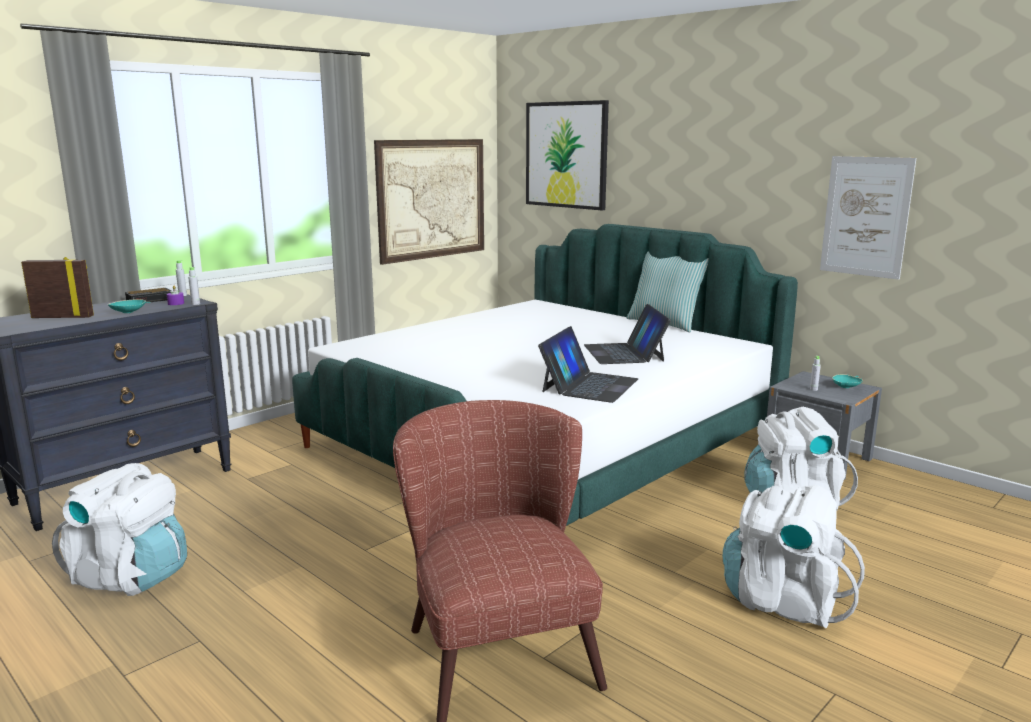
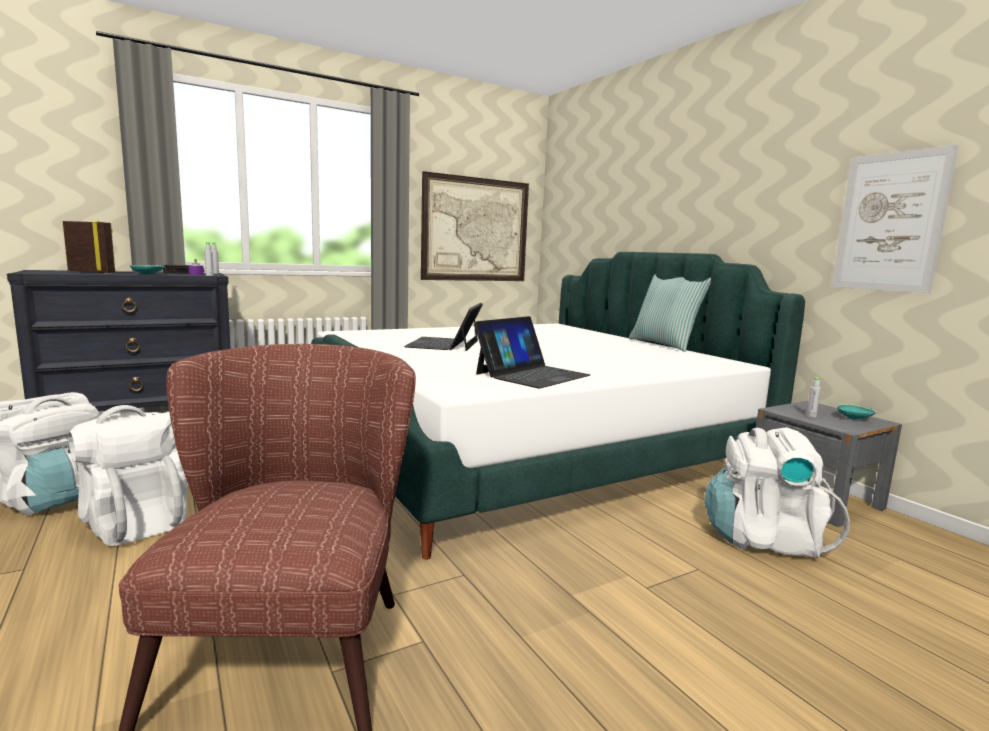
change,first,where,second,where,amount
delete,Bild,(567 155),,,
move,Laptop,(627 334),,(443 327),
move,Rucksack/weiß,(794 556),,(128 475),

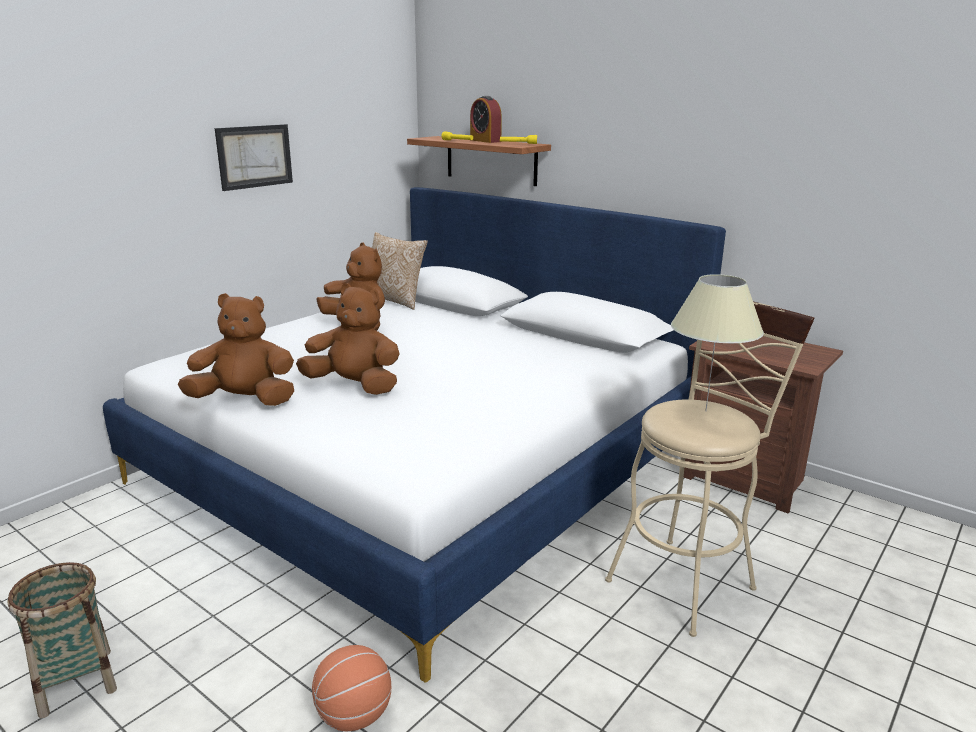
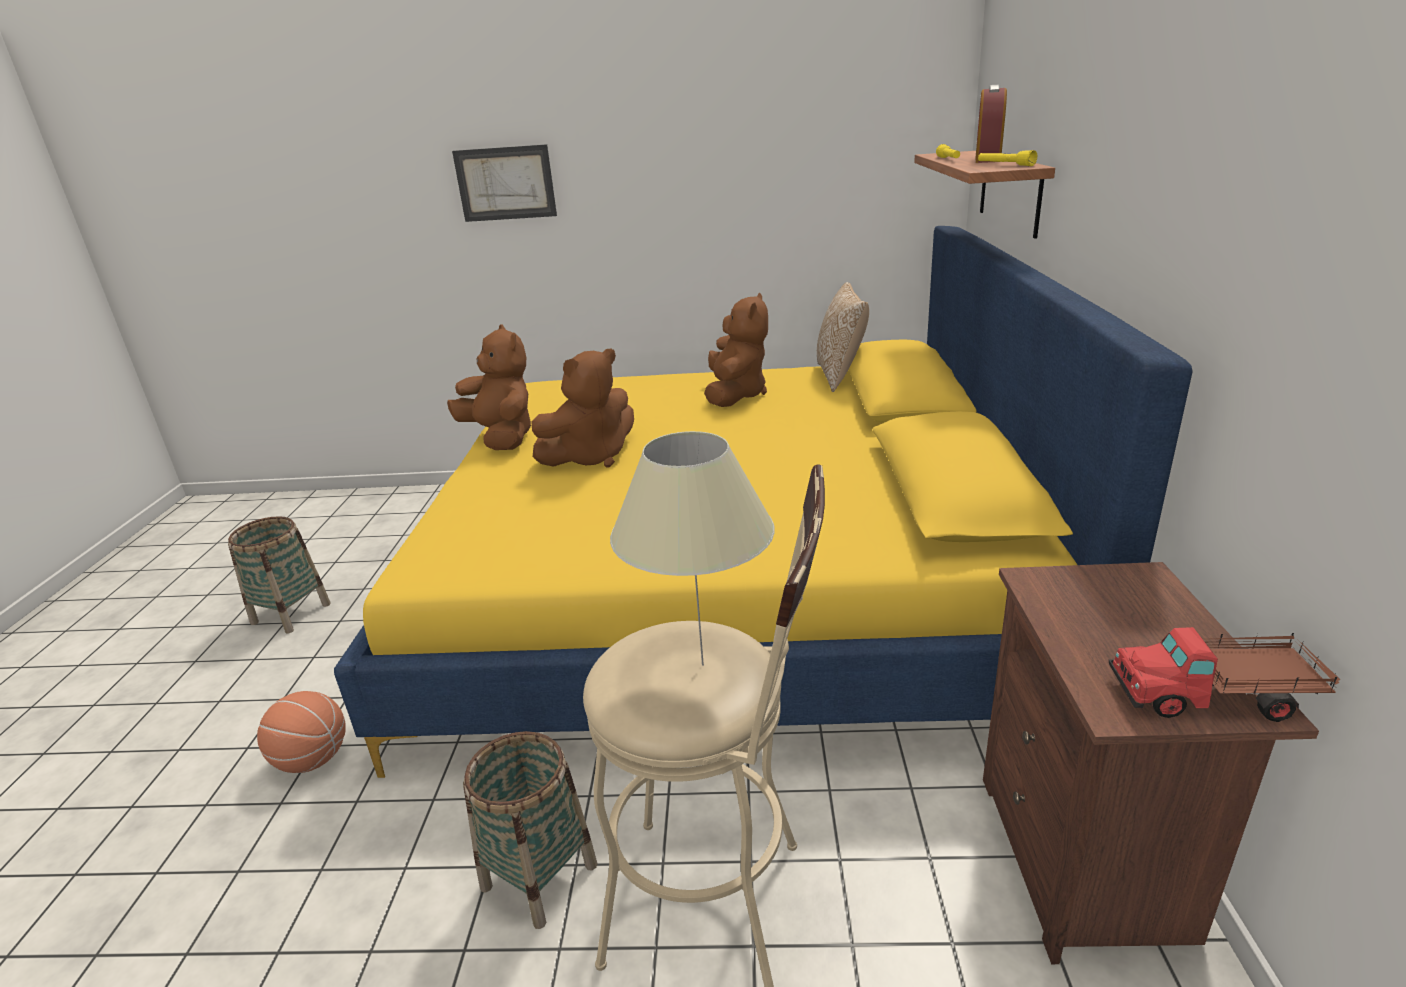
change,first,where,second,where,amount
move,Bild,(254 157),,(504 183),
recolor,Bett/weiß,(414 435),Bett/gelb,(763 502),
rotate,Plüschtier/braun,(348 339),,(582 408),75 degrees clockwise
insert,,,Spielzeuglaster,(1224 674),
insert,,,Korb,(530 830),

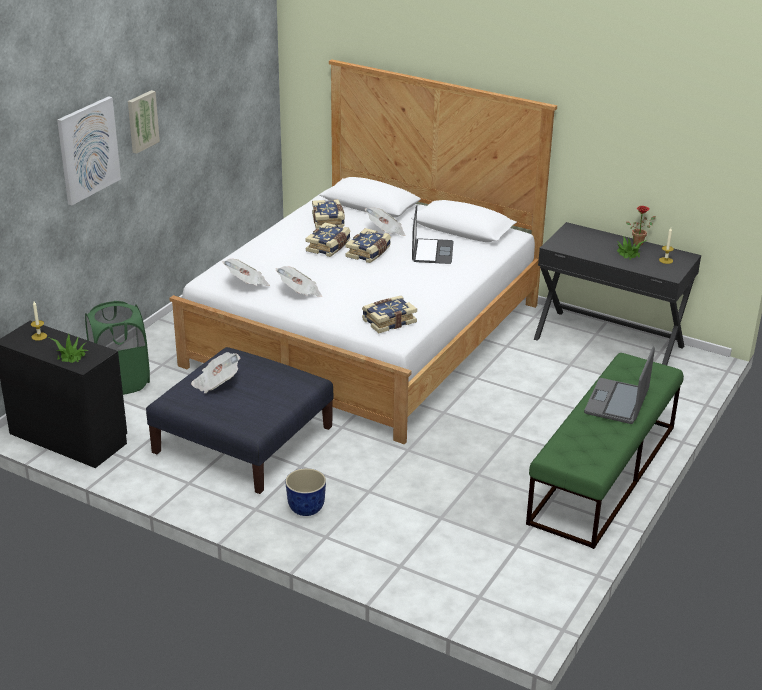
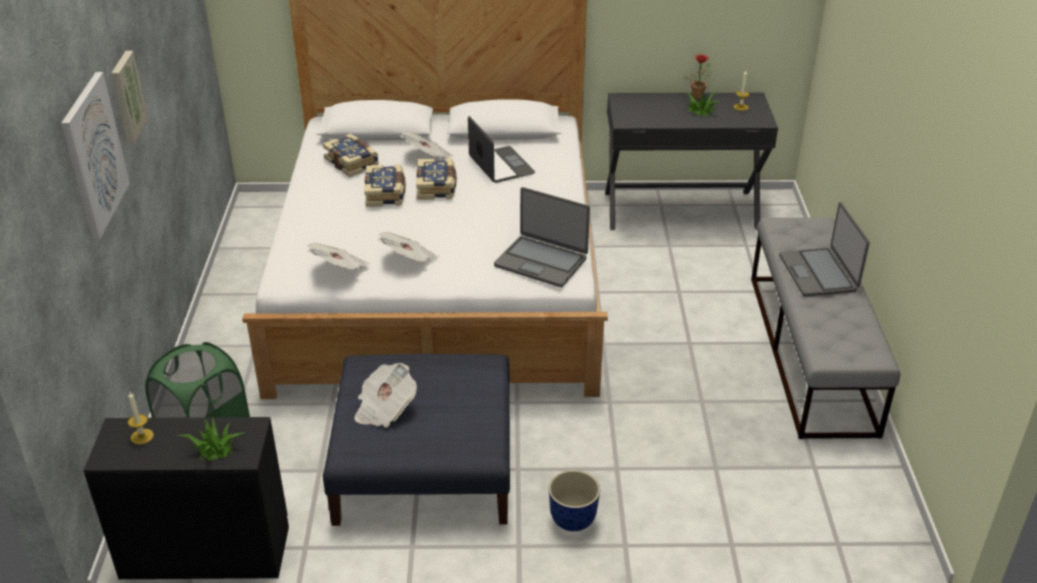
change,first,where,second,where,amount
replace,Buch,(389 314),Laptop,(542 237),
recolor,Bank/grün,(605 451),Bank/grau,(825 328),

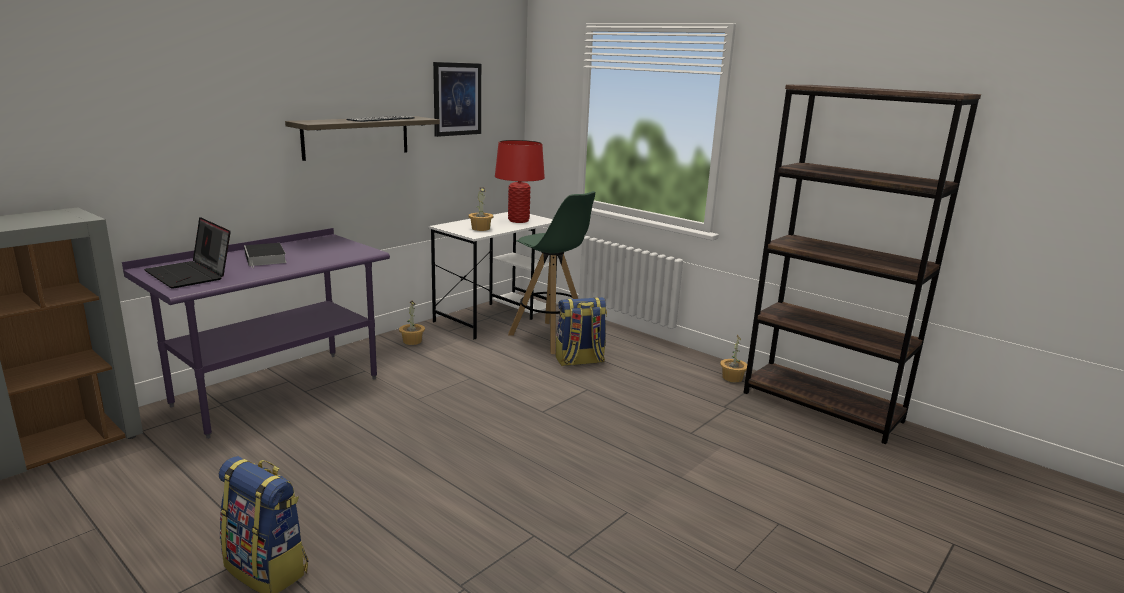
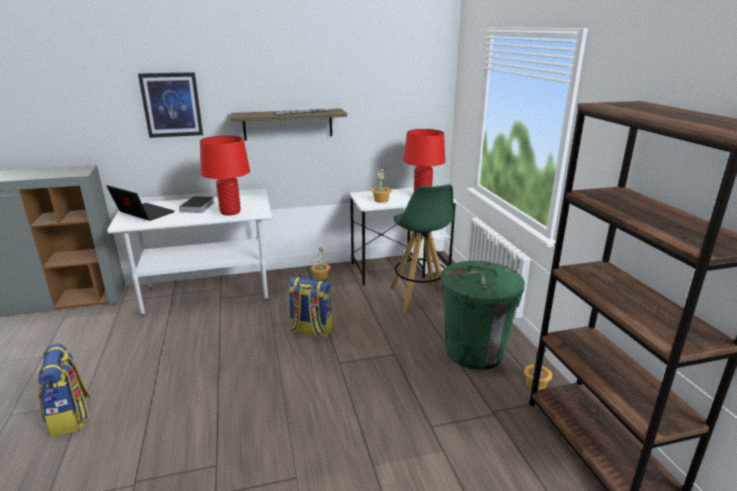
change,first,where,second,where,amount
move,Bild,(457 99),,(170 105),
rotate,Laptop,(187 253),,(141 203),135 degrees clockwise
recolor,Schreibtisch/lila,(256 333),Schreibtisch/weiß,(189 252),
move,Rucksack,(581 331),,(310 307),
insert,,,Tischlampe/rot,(225 175),
insert,,,Mülleimer/grün,(482 315),

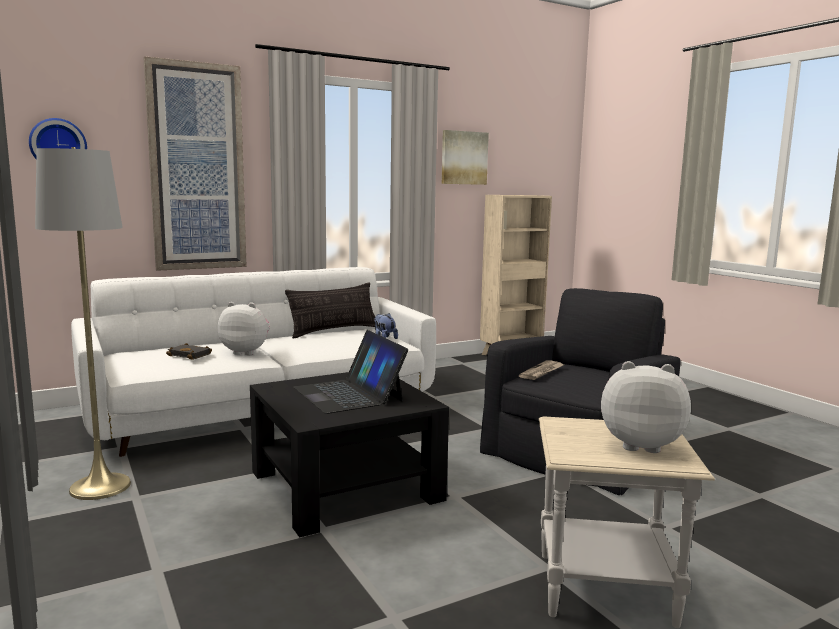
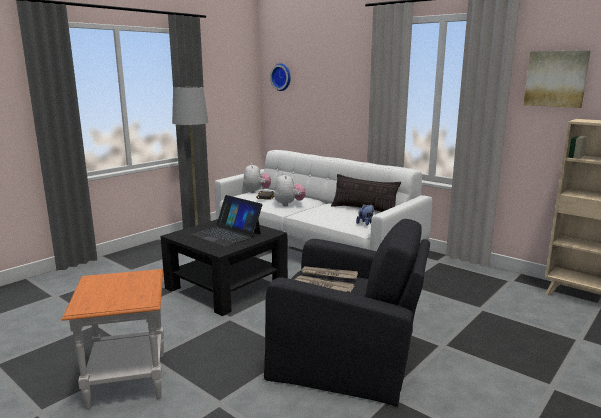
change,first,where,second,where,amount
delete,Bild,(195 163),,,
rotate,Laptop,(351 372),,(225 221),90 degrees counterclockwise
move,Plüschtier,(646 407),,(257 178),
recolor,Beistelltisch/beige,(627 522),Beistelltisch/orange,(113 339),
insert,,,Zeitung,(324 283),

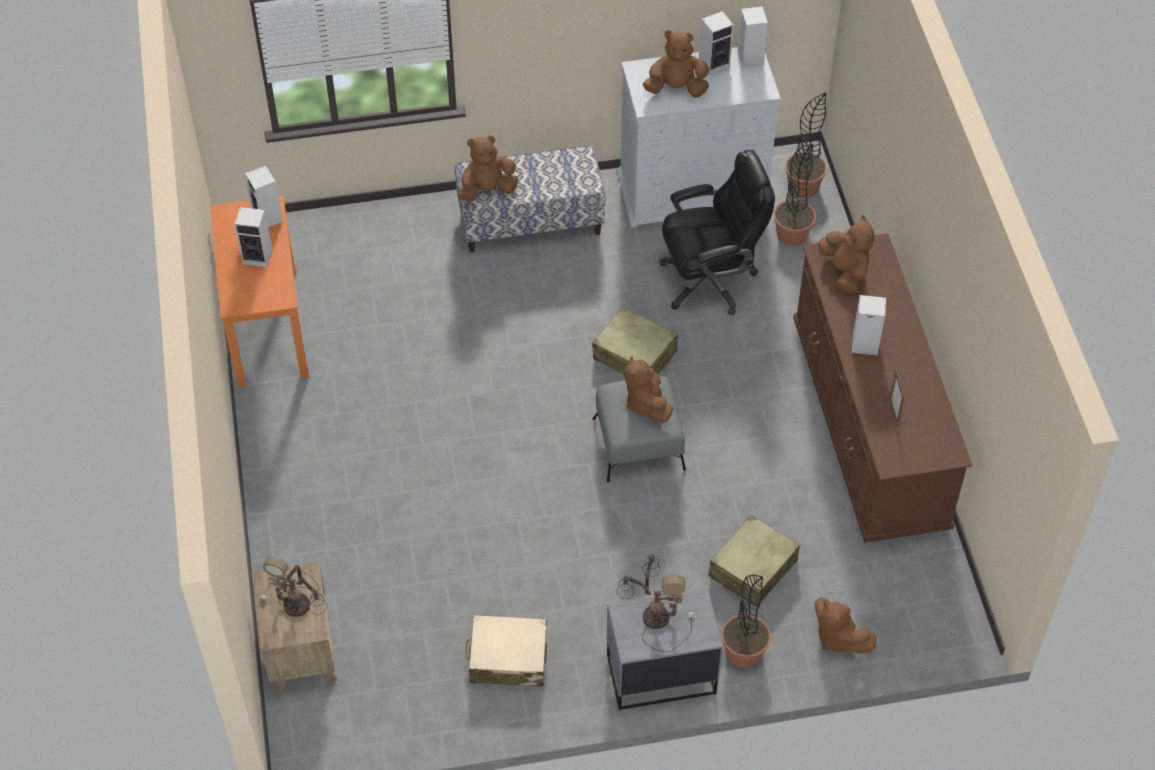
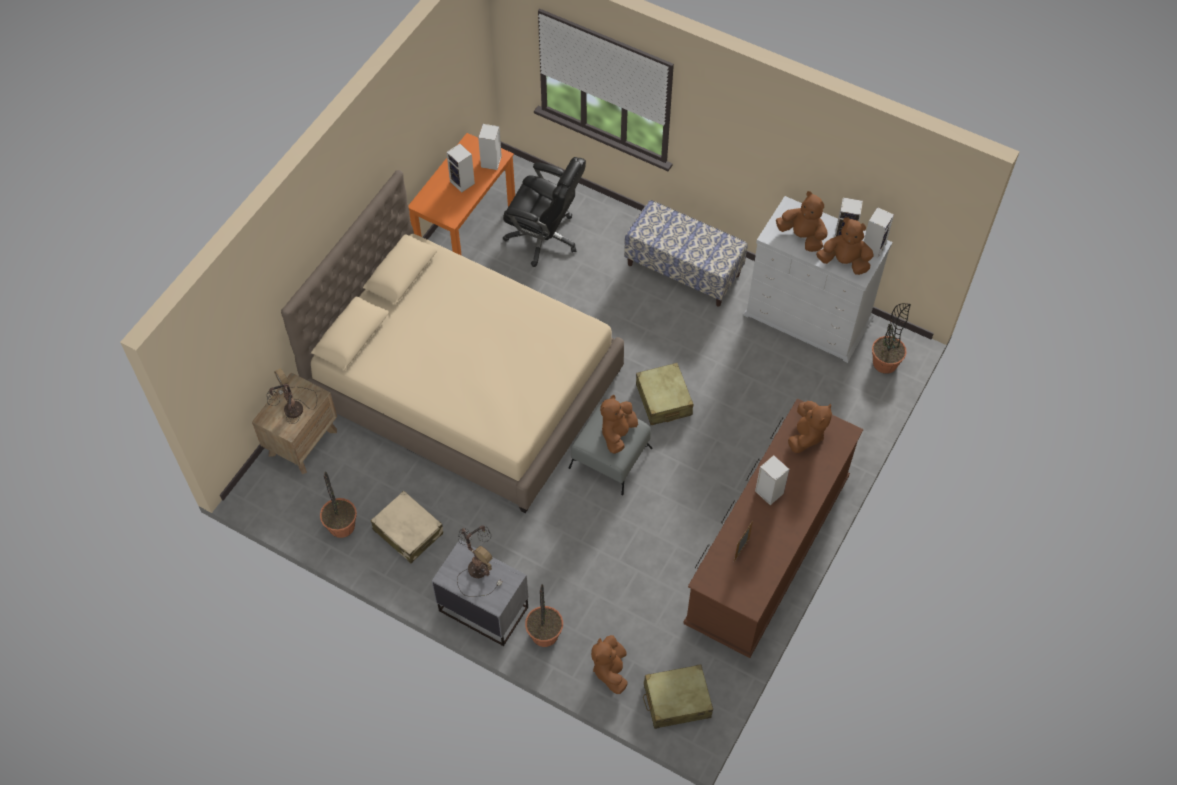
change,first,where,second,where,amount
move,Plüschtier/braun,(488 168),,(845 246),
move,Topfpflanze,(795 195),,(338 505),
move,Bürostuhl/schwarz,(717 232),,(544 212),
move,Koffer/beige,(754 561),,(678 696),
insert,,,Bett/beige,(452 341),

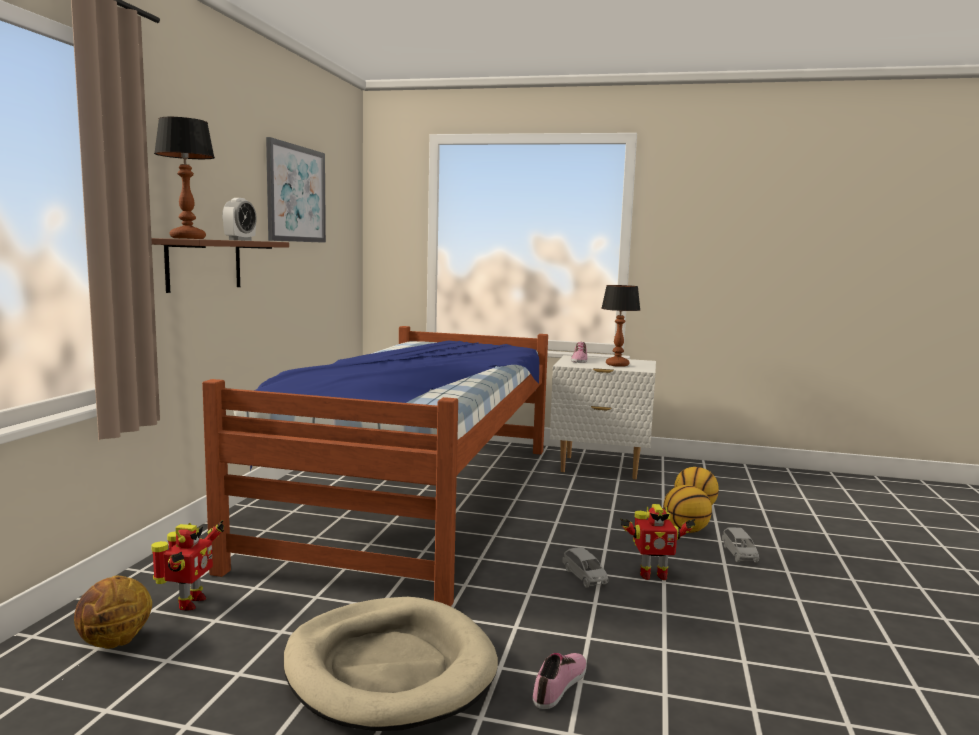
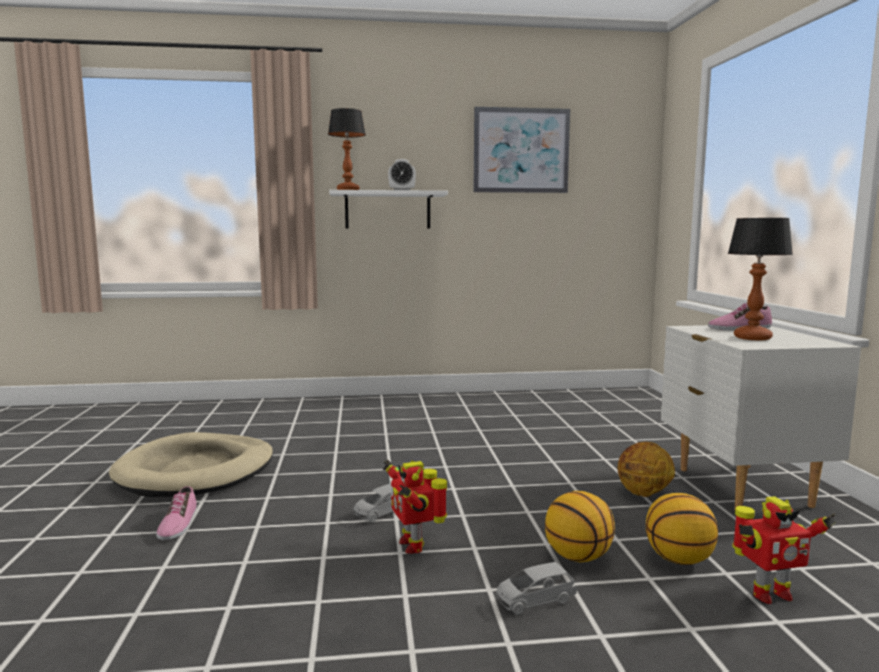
change,first,where,second,where,amount
recolor,Wandregal/braun,(220 265),Wandregal/weiß,(388 209),
delete,Bett,(375 466),,,
move,Spielzeugroboter,(187 565),,(784 550),
move,Basketball,(113 612),,(646 469),
rotate,Schuh,(560 681),,(176 513),75 degrees clockwise

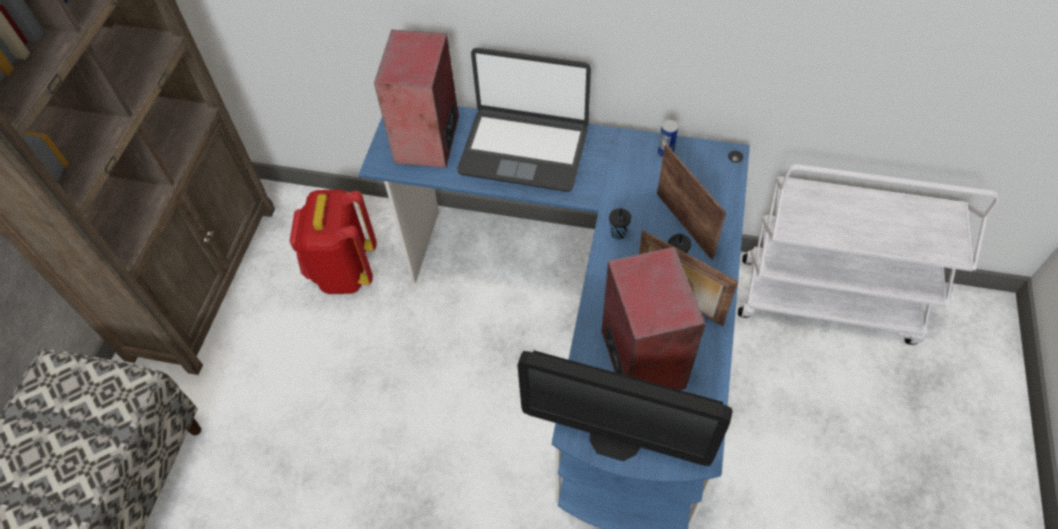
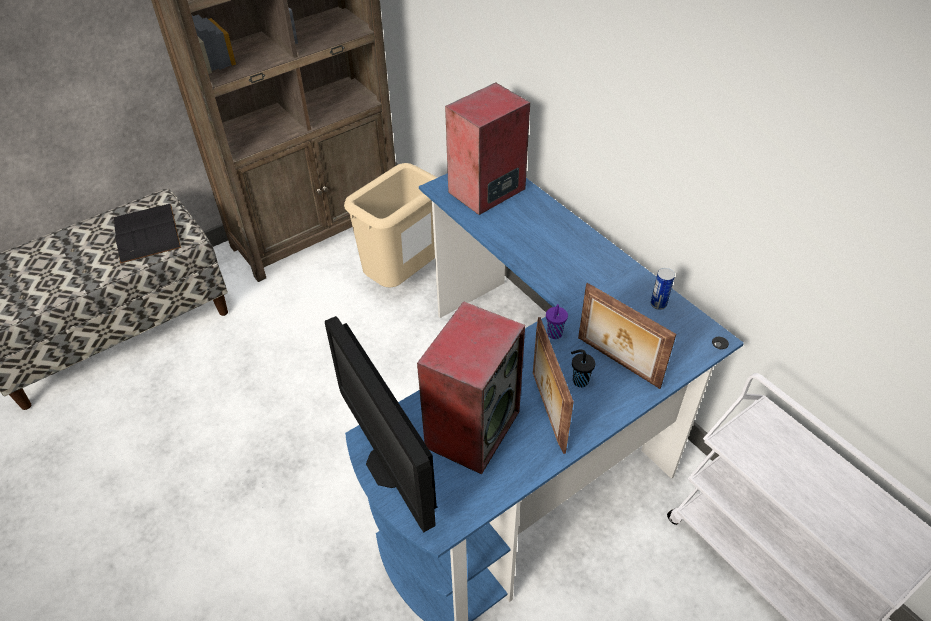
change,first,where,second,where,amount
delete,Laptop,(524 120),,,
rotate,Bilderrahmen,(691 202),,(627 336),120 degrees clockwise
replace,Rucksack/rot,(333 242),Mülleimer/beige,(391 225),
recolor,Tasse/schwarz,(620 224),Tasse/lila,(557 321),
insert,,,Buch/schwarz,(147 234),

